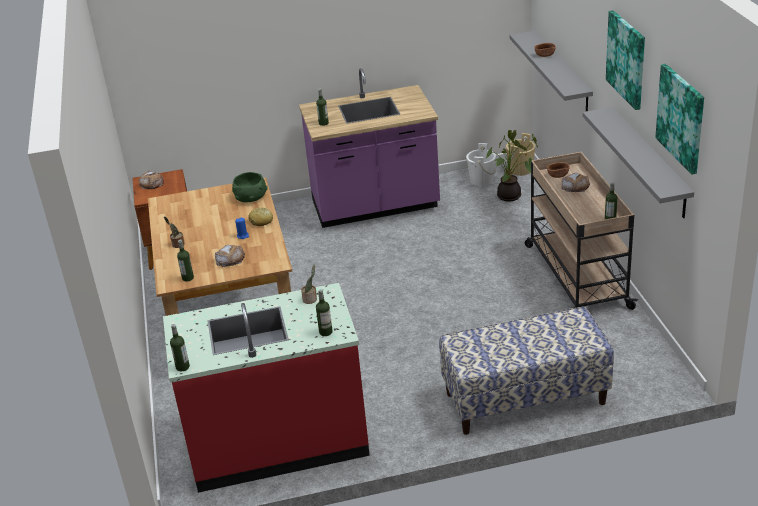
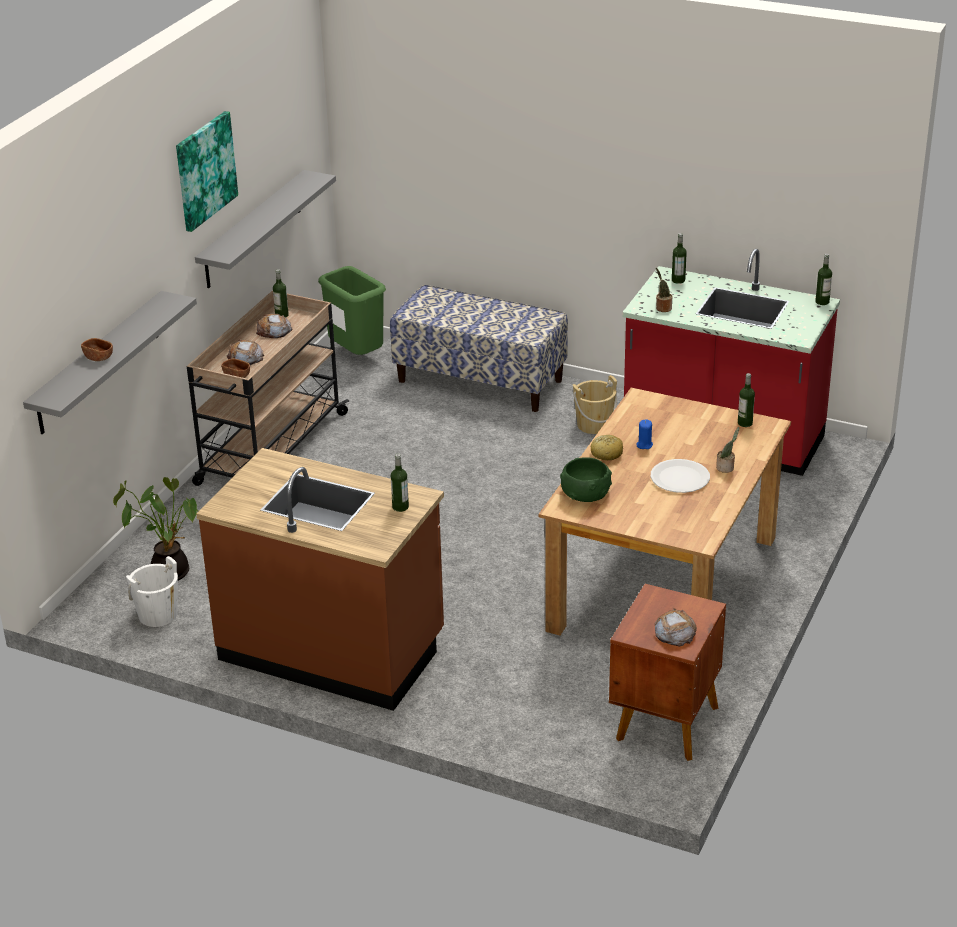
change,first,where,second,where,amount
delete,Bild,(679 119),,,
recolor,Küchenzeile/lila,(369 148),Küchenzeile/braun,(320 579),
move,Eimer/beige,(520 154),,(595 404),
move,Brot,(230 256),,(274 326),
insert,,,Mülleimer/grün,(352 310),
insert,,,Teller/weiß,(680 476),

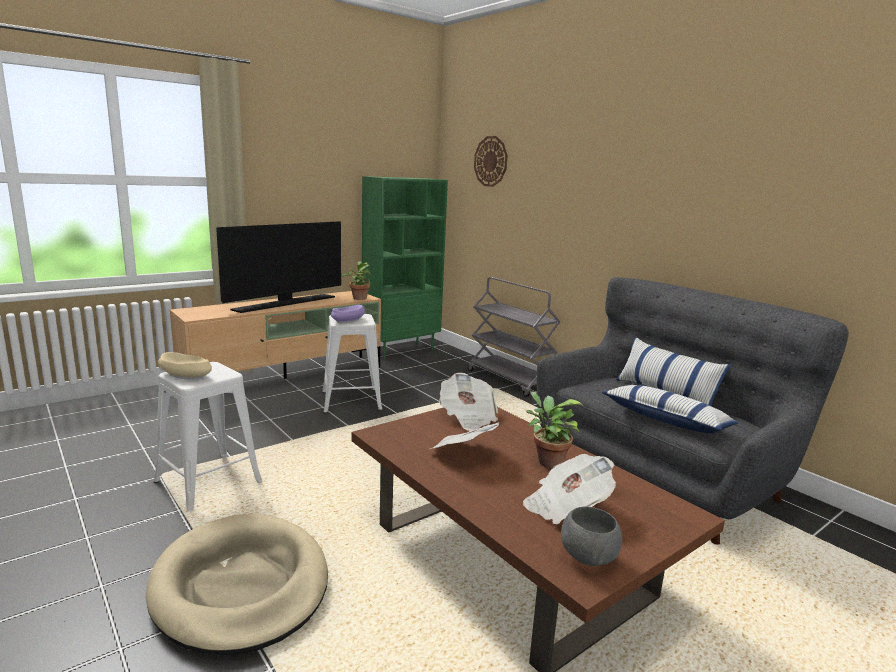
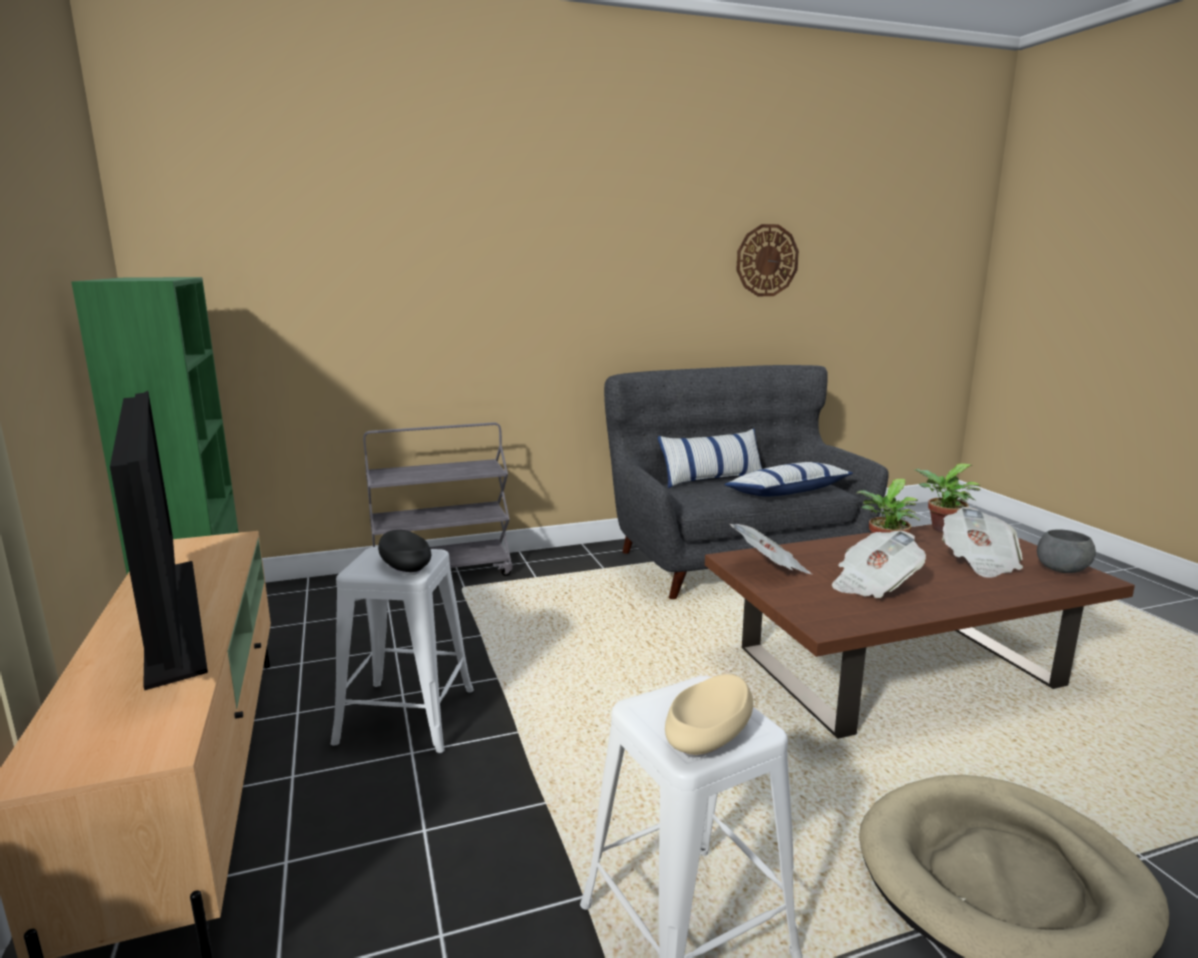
change,first,where,second,where,amount
move,Wanduhr,(491 161),,(767 260),
move,Topfpflanze,(357 280),,(947 498),
recolor,Schüssel/lila,(348 314),Schüssel/schwarz,(404 552),

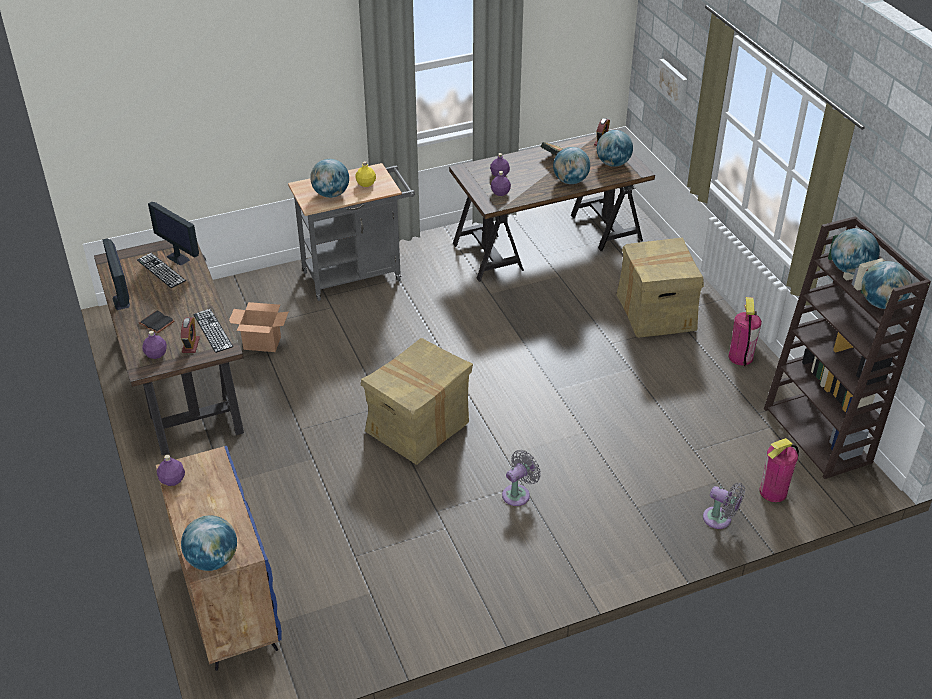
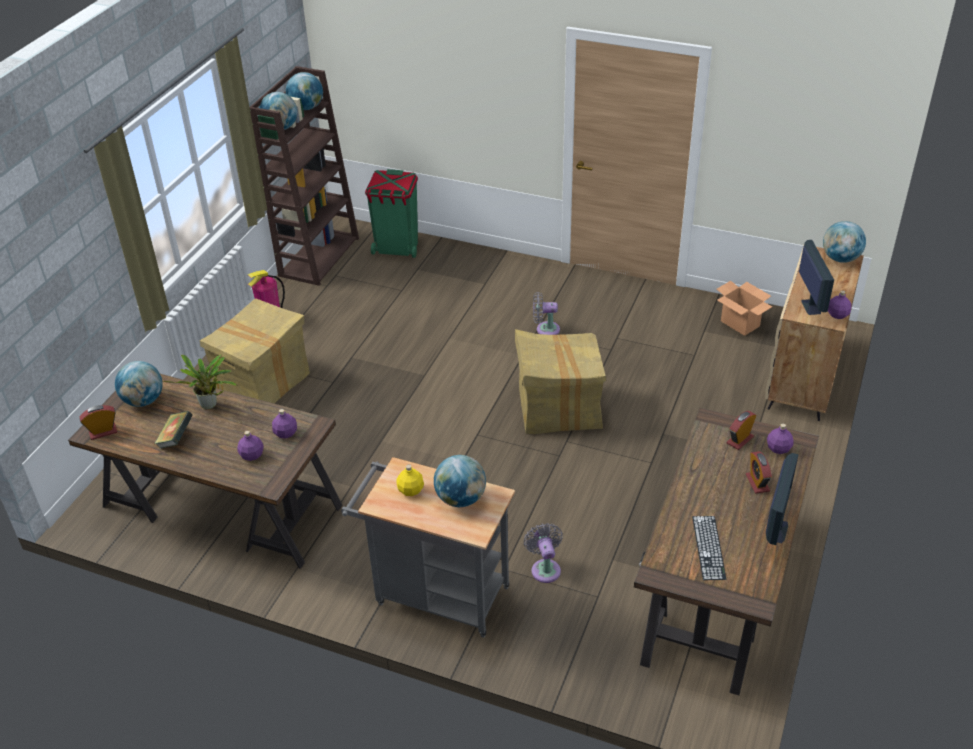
change,first,where,second,where,amount
delete,Bild,(672 84),,,
replace,Globus,(571 165),Topfpflanze,(200 382),
move,Monitor,(173 233),,(816 277),
move,Karton,(258 327),,(745 308),
delete,Tastatur,(213 331),,,
replace,Buch/schwarz,(157 322),Wecker,(759 472),
replace,Feuerlöscher,(779 470),Mülleimer/grün,(391 213),
recolor,Schrank/blau,(219 558),Schrank/beige,(814 333),
move,Ventilator/grau,(724 506),,(543 553),

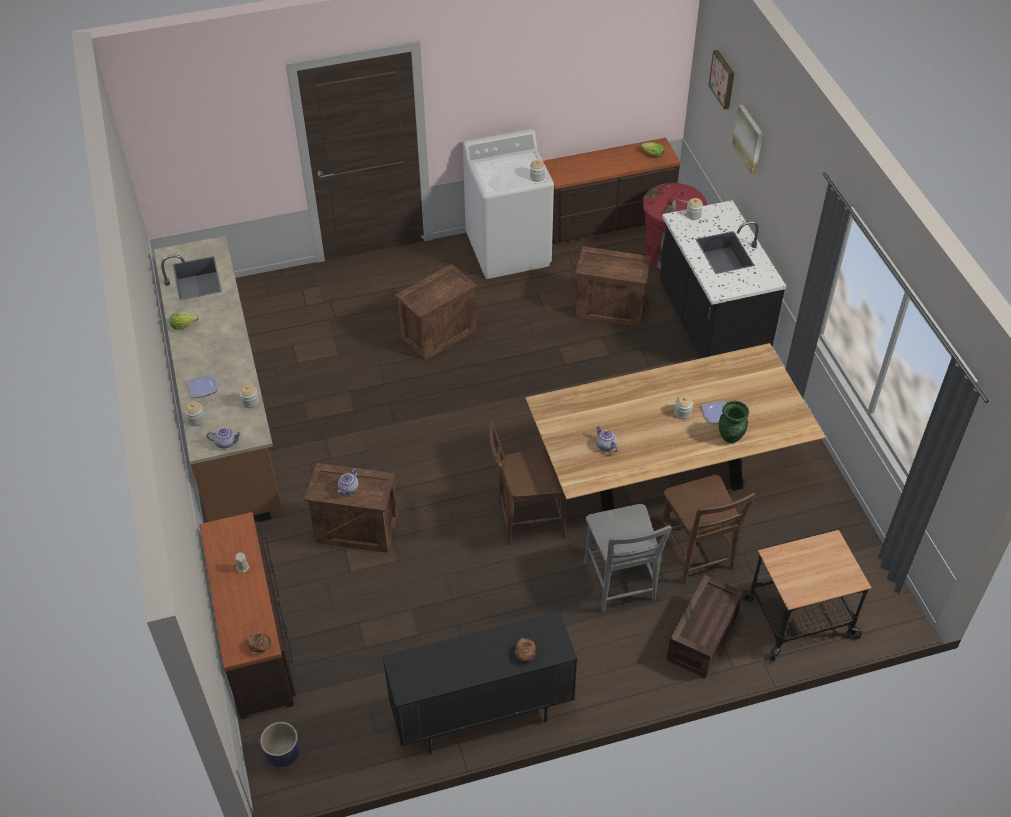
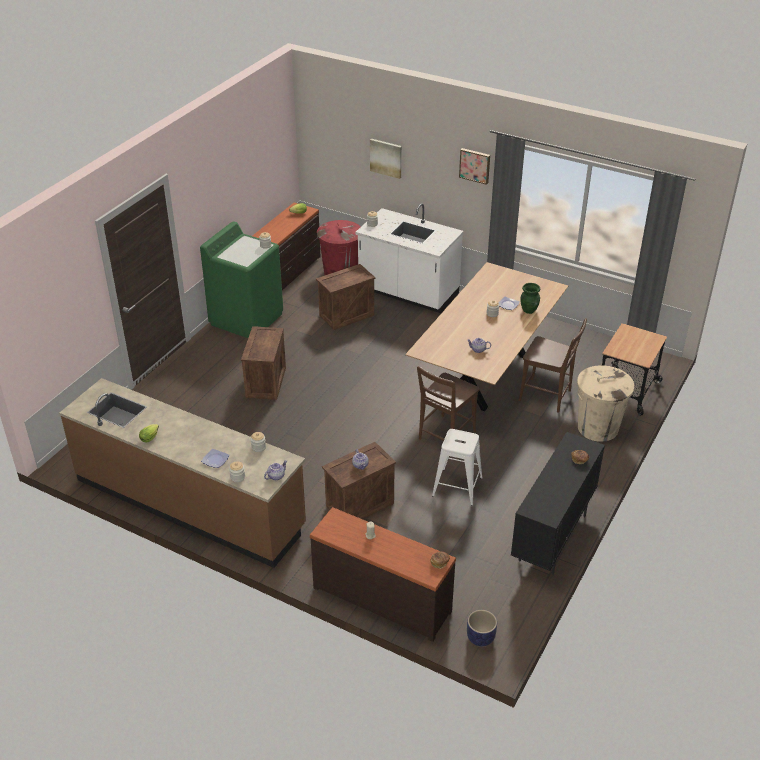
change,first,where,second,where,amount
move,Bild,(721 80),,(474 166),
recolor,Waschmaschine/weiß,(508 204),Waschmaschine/grün,(241 279),
recolor,Küchenzeile/schwarz,(723 279),Küchenzeile/weiß,(409 258),
delete,Stuhl/grau,(627 558),,,
replace,Kiste,(704 626),Mülleimer/beige,(605 403),
insert,,,Hocker/weiß,(457 467),

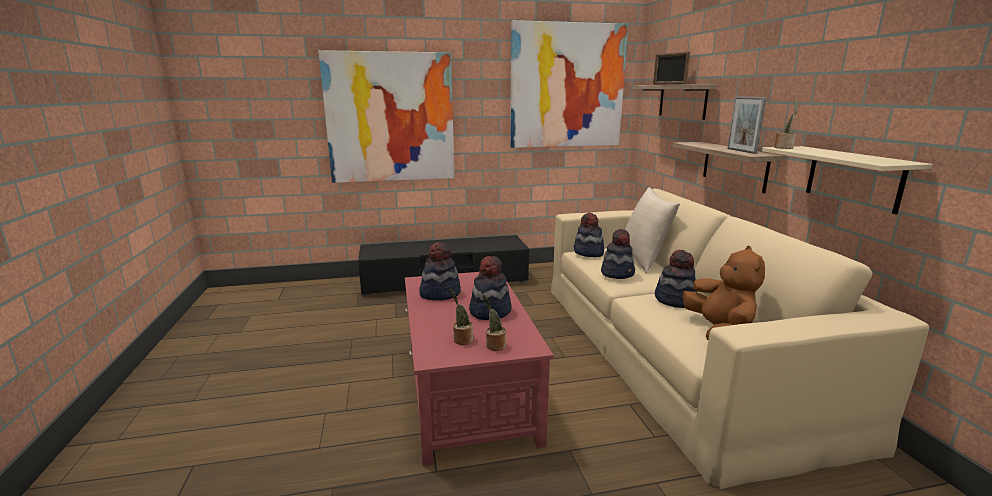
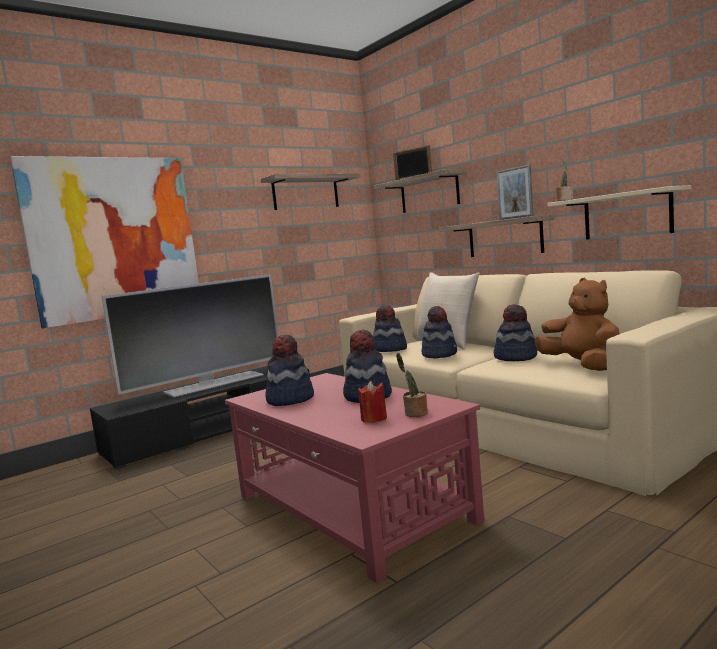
change,first,where,second,where,amount
replace,Bild,(569 84),Wandregal,(310 191),
replace,Topfpflanze,(461 317),Kerze/rot,(372 402),
insert,,,Fernseher,(190 336),

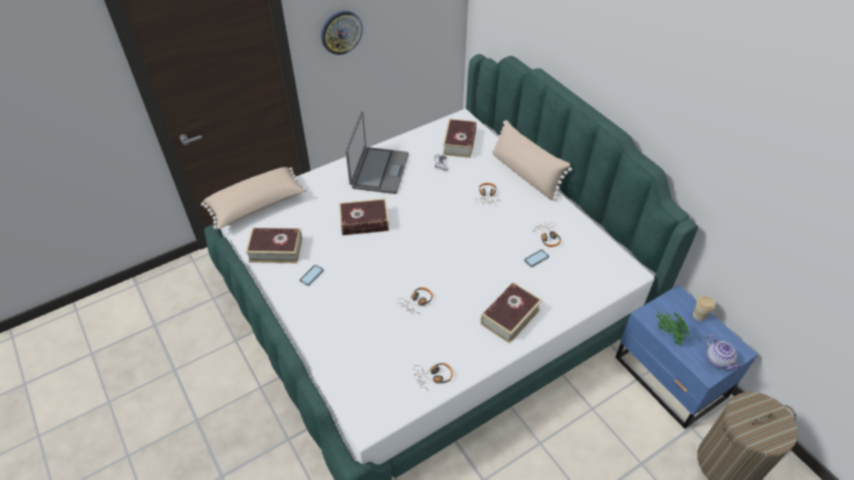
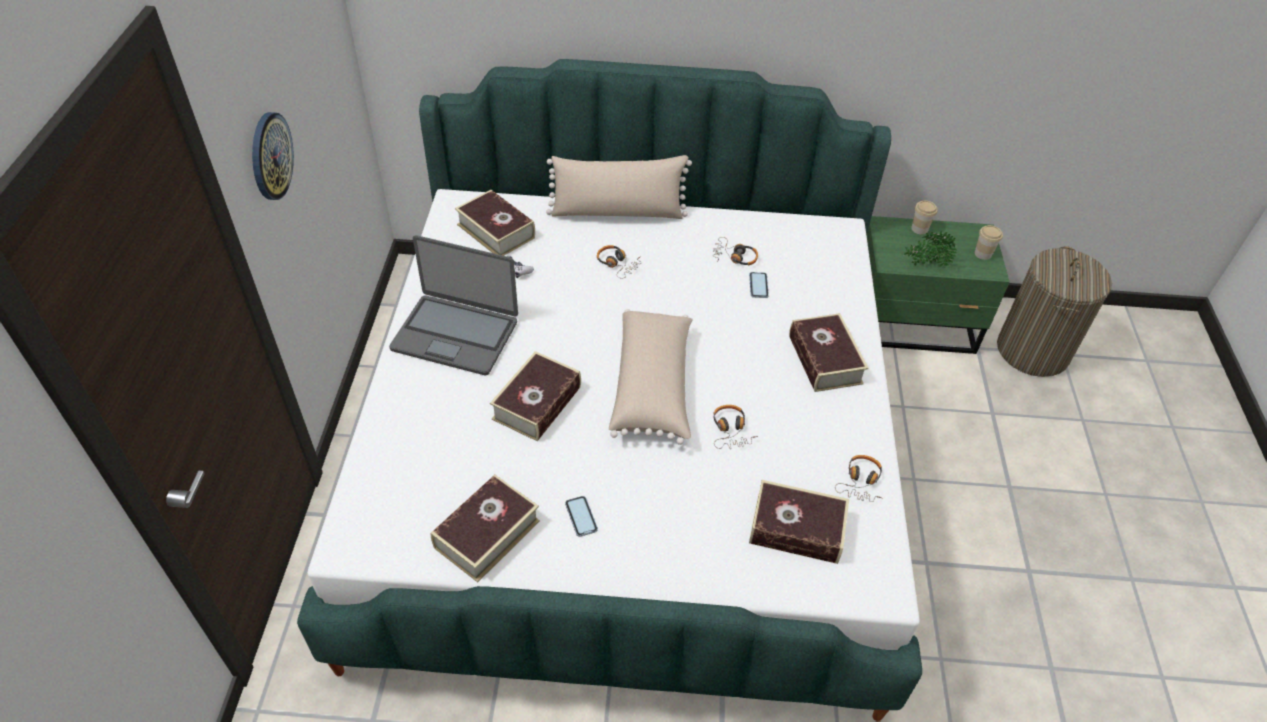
change,first,where,second,where,amount
rotate,Laptop,(377 152),,(453 305),150 degrees clockwise
move,Kissen/beige,(254 198),,(650 377),
recolor,Nachttisch/blau,(686 357),Nachttisch/grün,(938 285),
replace,Teekanne,(723 353),Tasse,(989 242),
insert,,,Buch,(799 522),

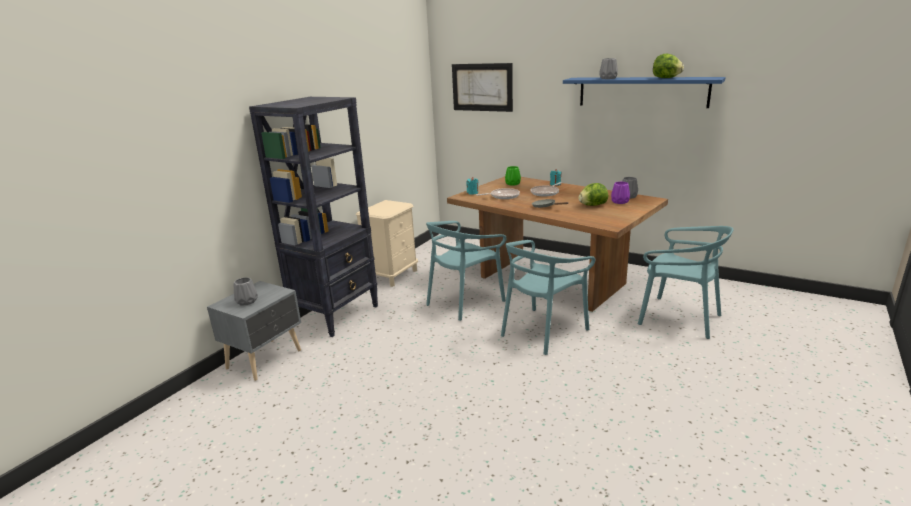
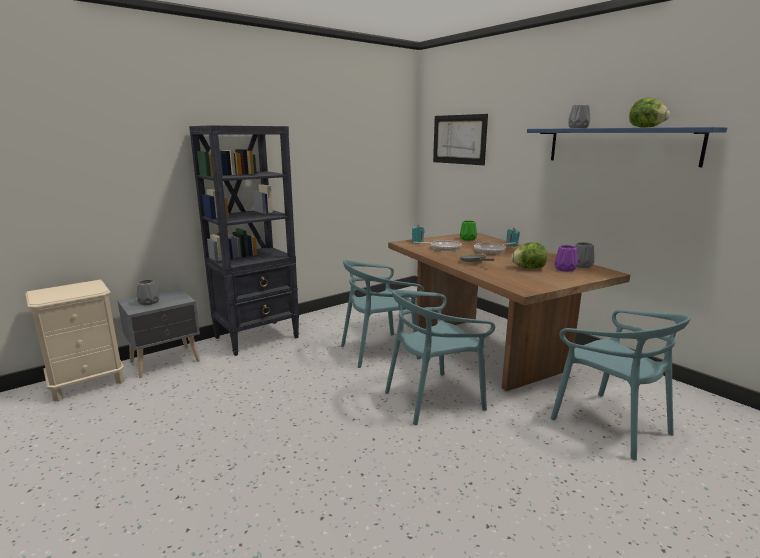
change,first,where,second,where,amount
move,Nachttisch/beige,(387 243),,(75 340),

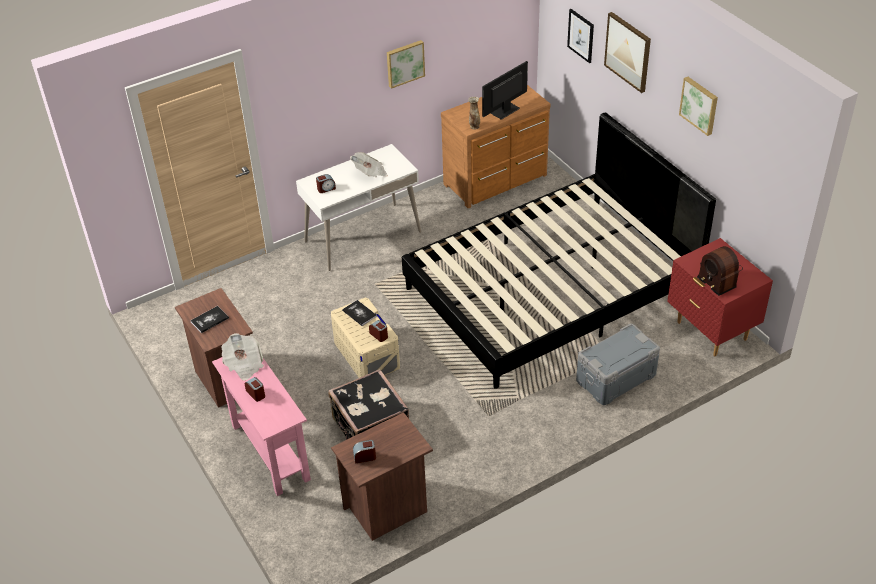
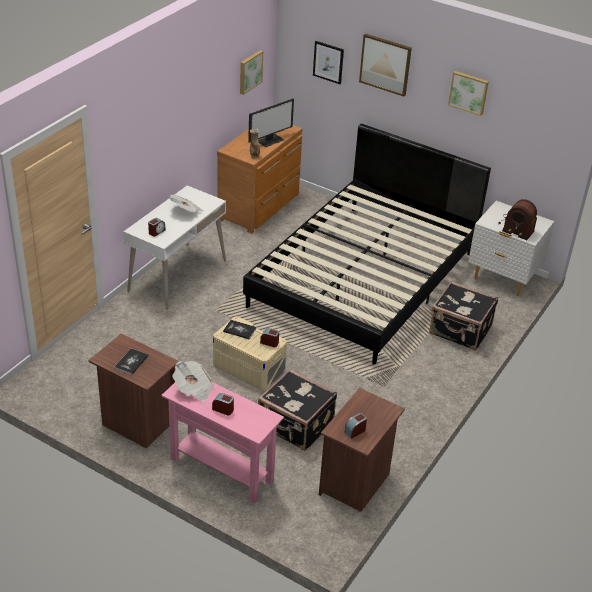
change,first,where,second,where,amount
move,Bild,(406 64),,(251 72),
rotate,Monitor,(505 90),,(271 122),150 degrees counterclockwise
recolor,Nachttisch/rot,(720 297),Nachttisch/weiß,(511 248),
replace,Aufbewahrungsbox/grau,(618 364),Koffer/schwarz,(463 315),

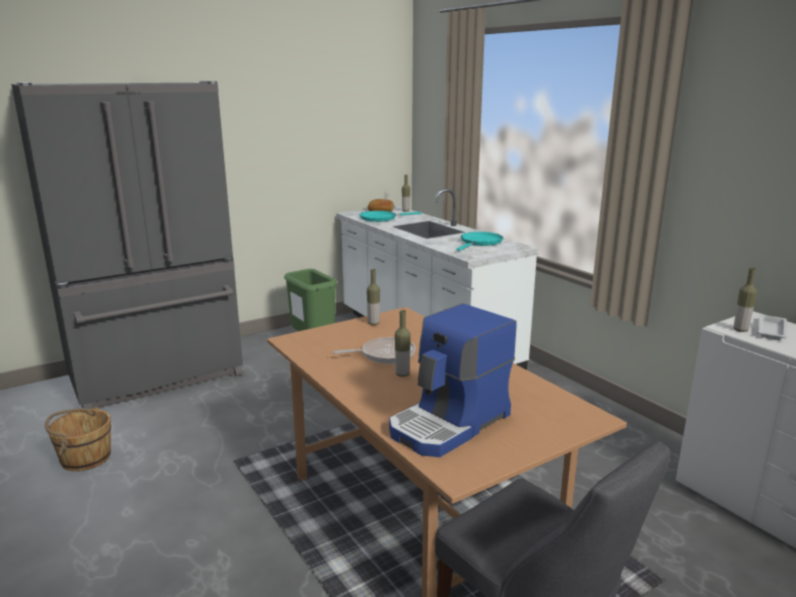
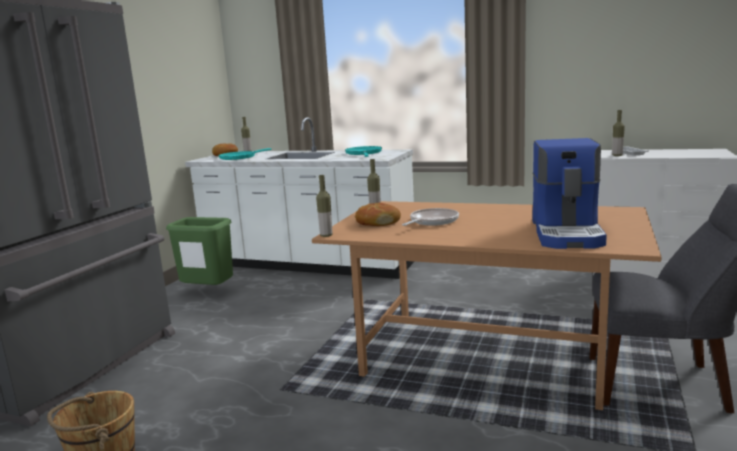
change,first,where,second,where,amount
move,Flasche,(403 343),,(324 206),
insert,,,Brot,(378 214),

